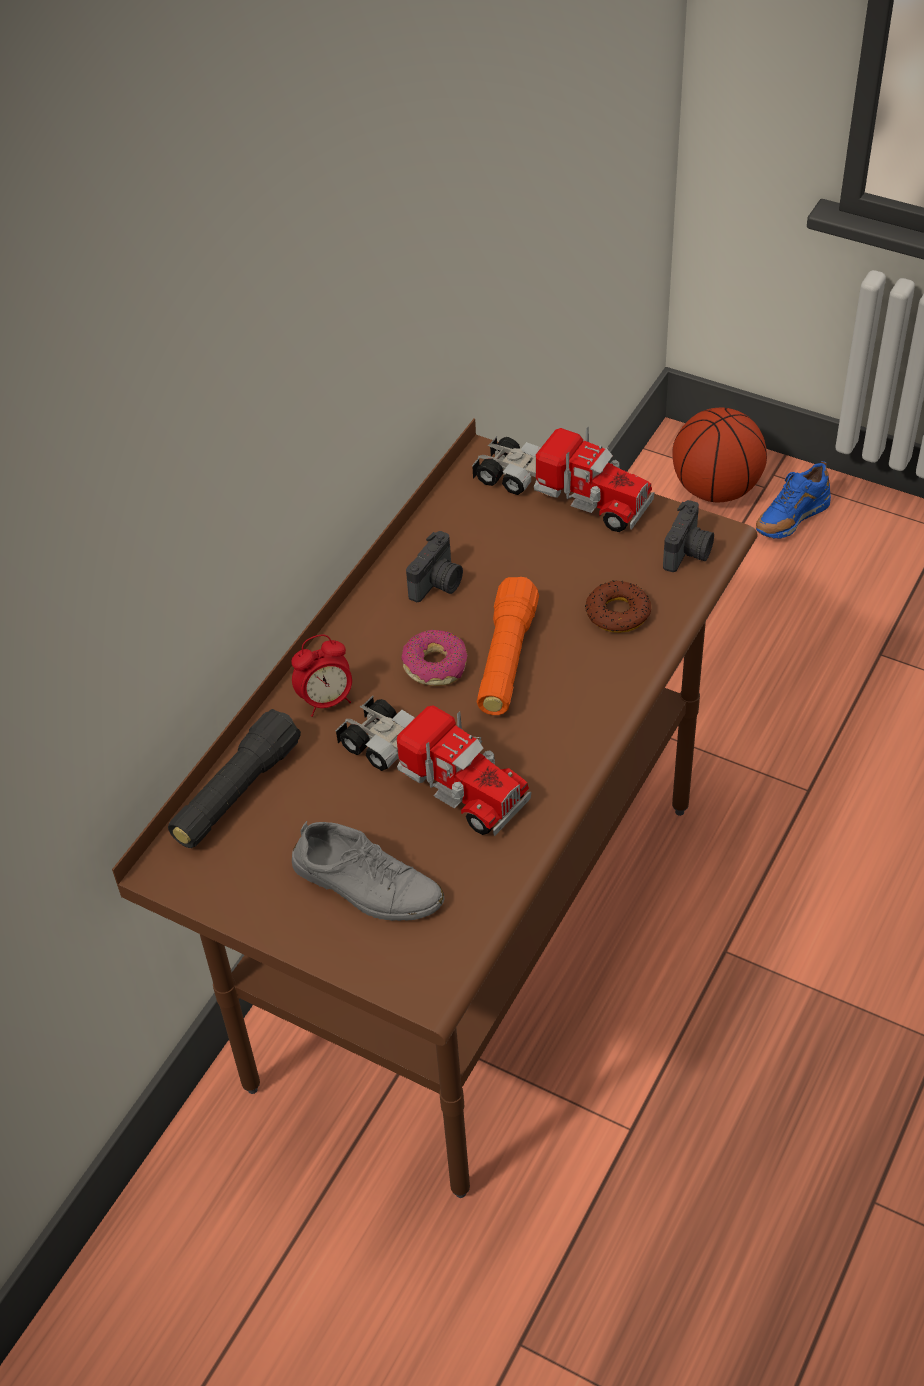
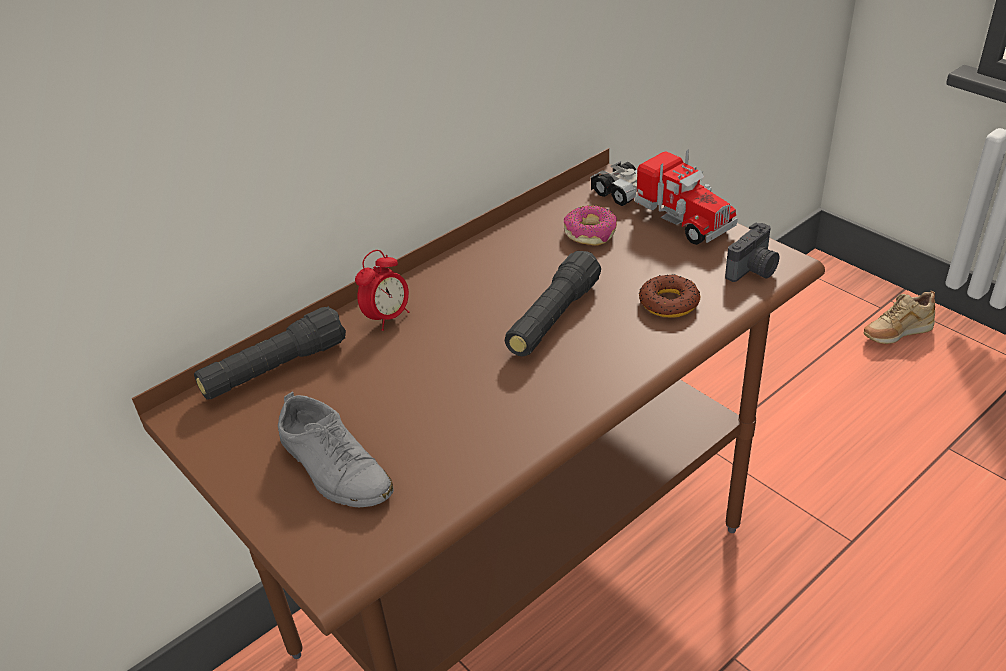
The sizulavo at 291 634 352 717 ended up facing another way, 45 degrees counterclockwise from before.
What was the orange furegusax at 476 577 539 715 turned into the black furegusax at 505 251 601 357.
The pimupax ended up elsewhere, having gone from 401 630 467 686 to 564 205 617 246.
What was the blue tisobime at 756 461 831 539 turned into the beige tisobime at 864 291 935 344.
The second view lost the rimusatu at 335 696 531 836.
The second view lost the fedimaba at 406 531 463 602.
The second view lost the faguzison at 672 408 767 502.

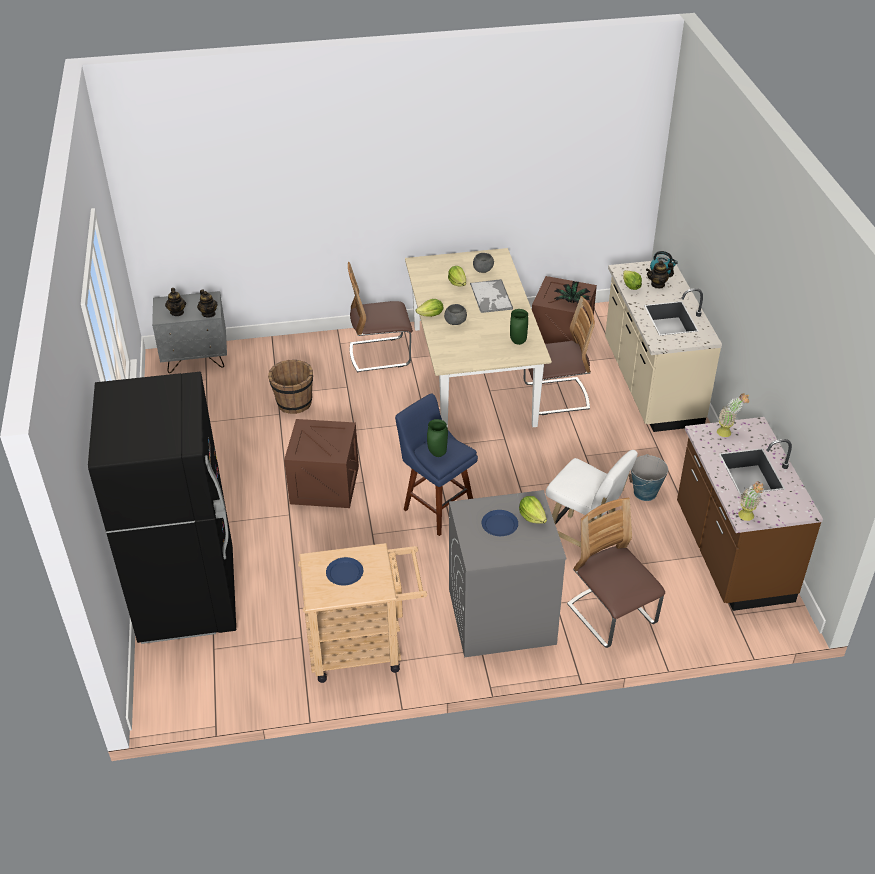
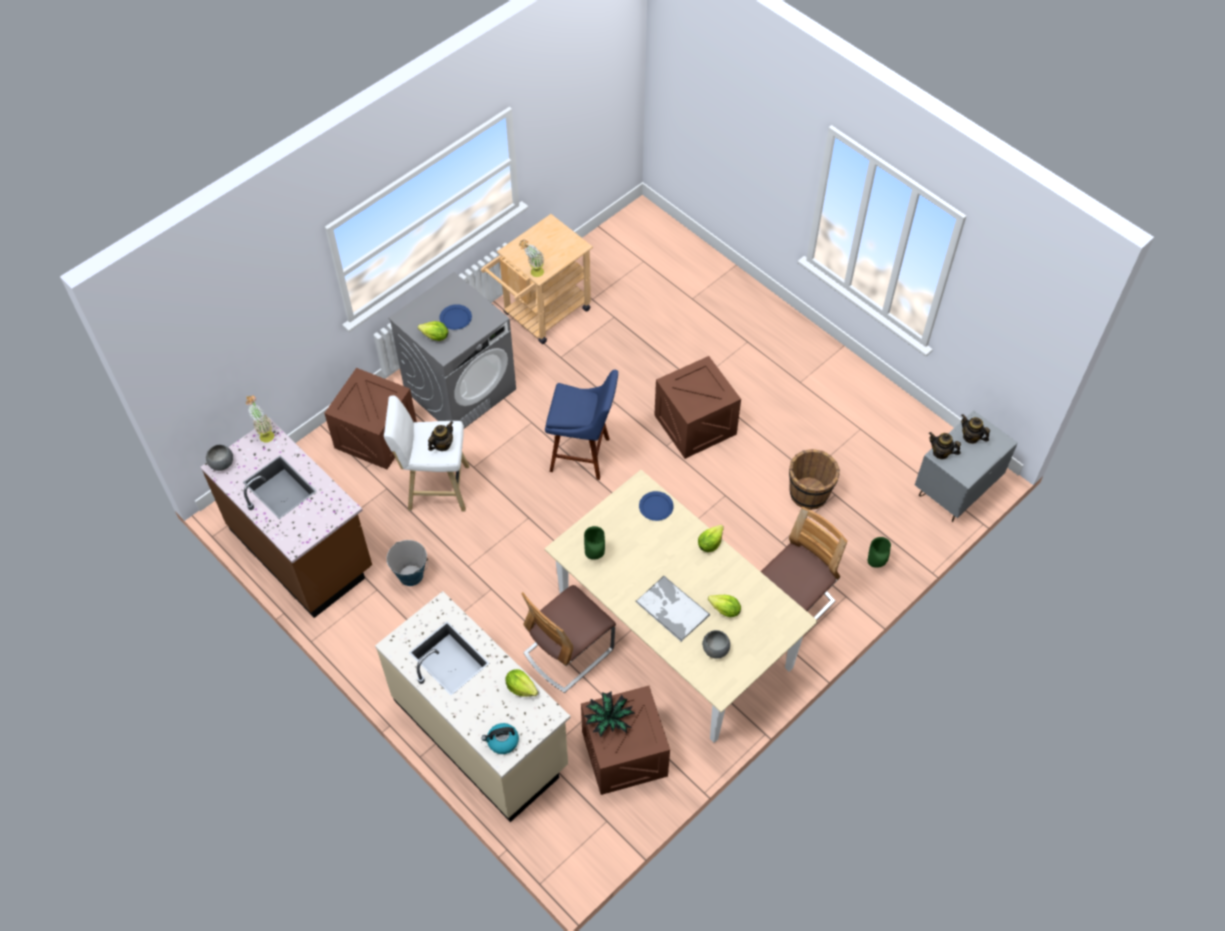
The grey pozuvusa ended up elsewhere, having gone from 444 304 467 325 to 206 445 233 471.
Where the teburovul stood at 567 497 665 648, the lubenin came to stand at 324 368 417 469.
The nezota ended up elsewhere, having gone from 646 261 674 288 to 428 421 453 451.
The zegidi ended up elsewhere, having gone from 717 393 749 437 to 519 239 544 277.
The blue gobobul ended up elsewhere, having gone from 326 557 363 586 to 639 491 674 521.
The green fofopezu ended up elsewhere, having gone from 427 419 448 457 to 868 537 891 568.
The second view lost the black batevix at 88 372 236 644.

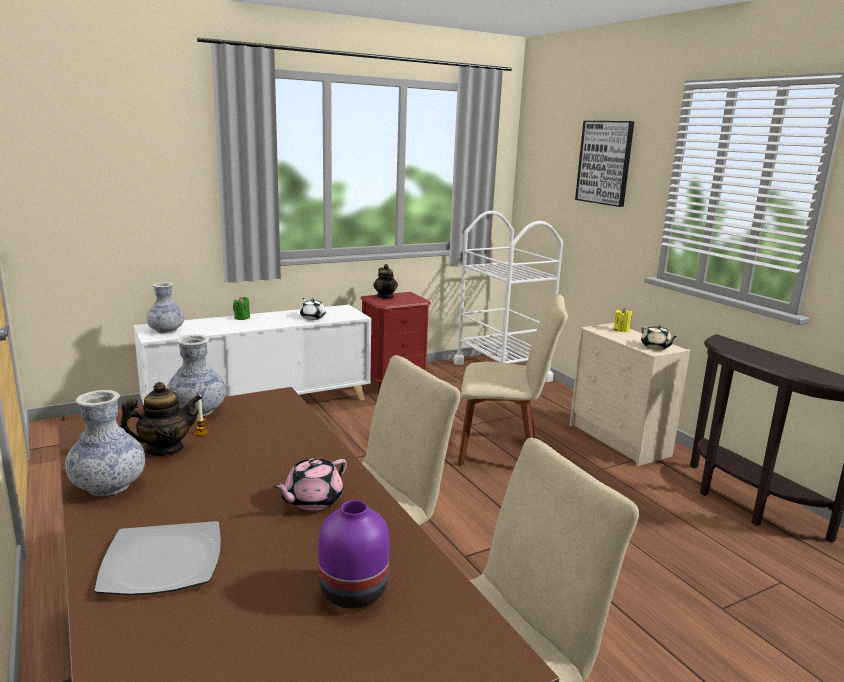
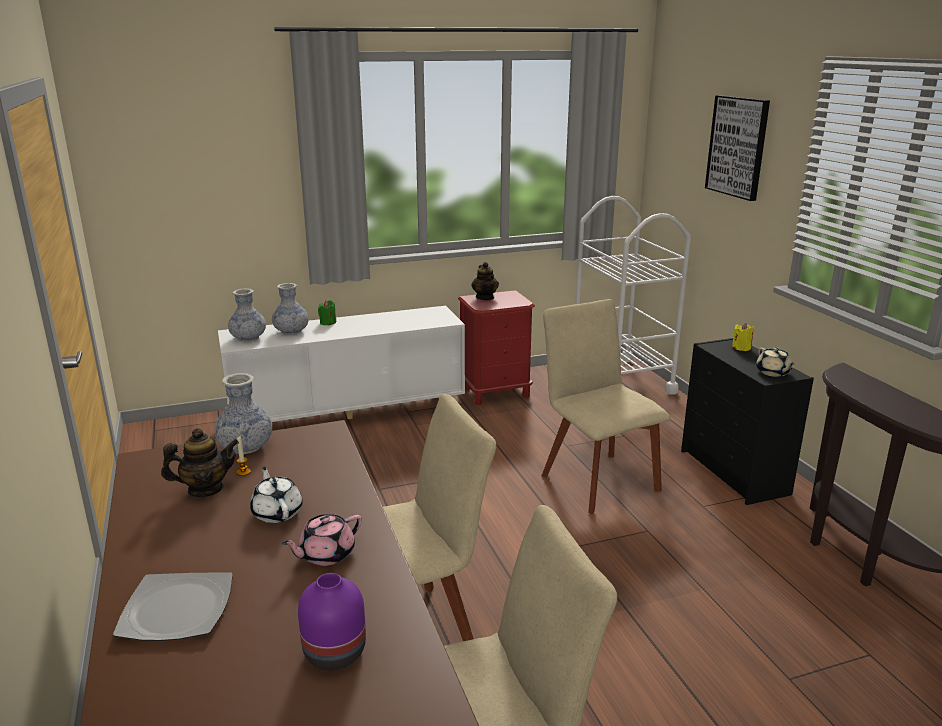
The white nezota ended up elsewhere, having gone from 300 298 326 320 to 250 467 303 523.
The fofopezu ended up elsewhere, having gone from 65 390 145 496 to 272 283 308 335.
The beige teburovul at 458 294 568 466 ended up facing another way, 135 degrees counterclockwise from before.
What was the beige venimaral at 570 323 690 466 turned into the black venimaral at 681 338 814 505.

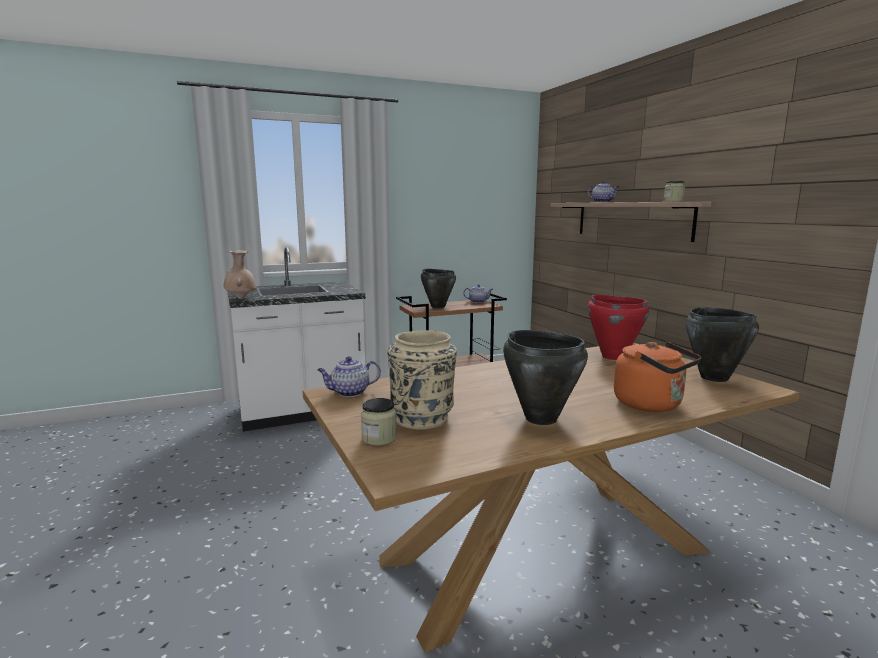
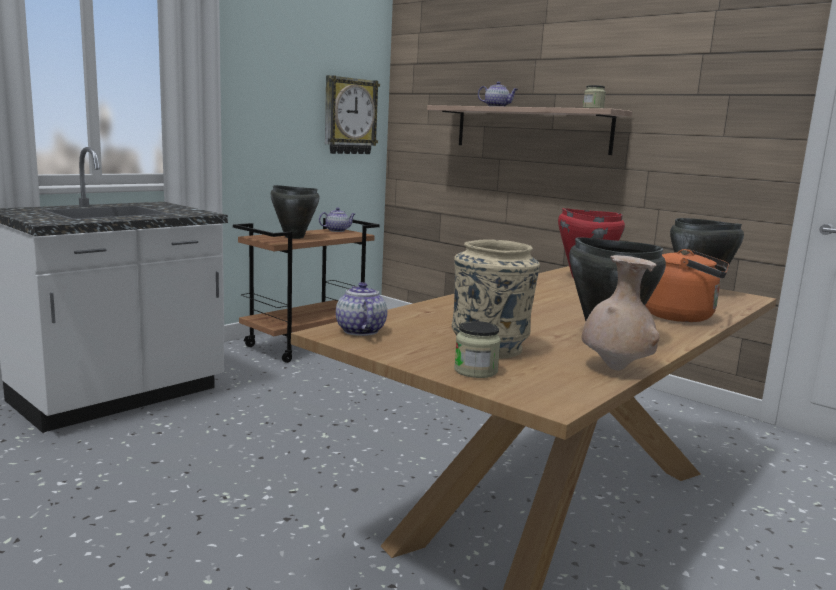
The second view gained the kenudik at 325 75 380 154.
The nezota at 317 356 381 397 ended up facing another way, 120 degrees clockwise from before.
The beige fofopezu ended up elsewhere, having gone from 224 250 256 299 to 582 255 659 371.

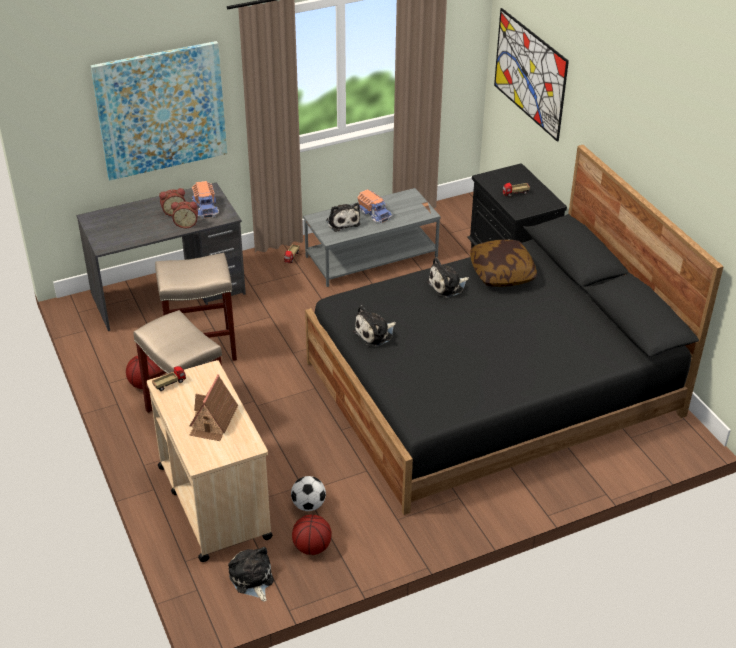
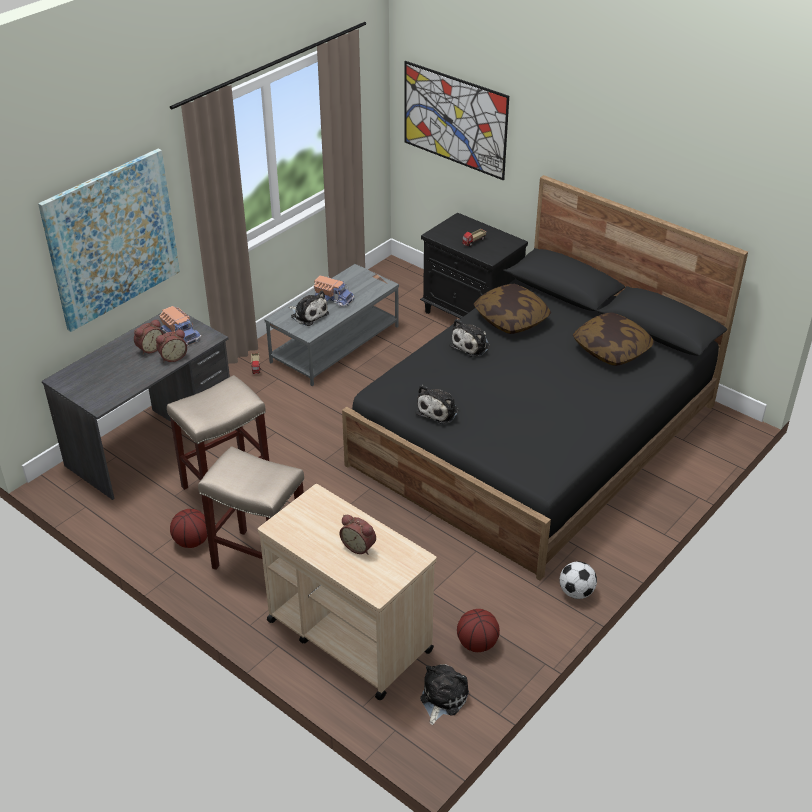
Where the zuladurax stood at 189 374 238 441, the sizulavo came to stand at 339 515 376 554.
The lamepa at 228 547 274 602 ended up facing another way, 75 degrees clockwise from before.
The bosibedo ended up elsewhere, having gone from 291 476 326 511 to 559 561 597 599.
The second view gained the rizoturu at 573 312 654 366.
The second view lost the rimusatu at 152 366 186 391.

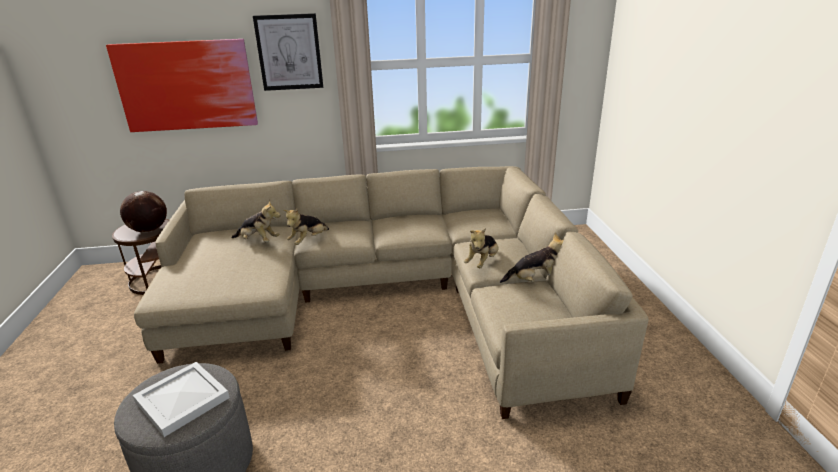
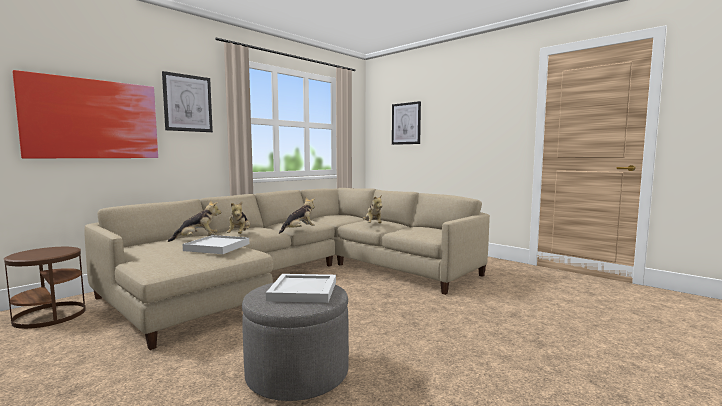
The second view gained the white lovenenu at 182 235 249 254.
The lamepa ended up elsewhere, having gone from 500 233 564 283 to 279 198 315 234.
The second view gained the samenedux at 392 101 421 145.
The second view lost the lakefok at 120 191 167 233.

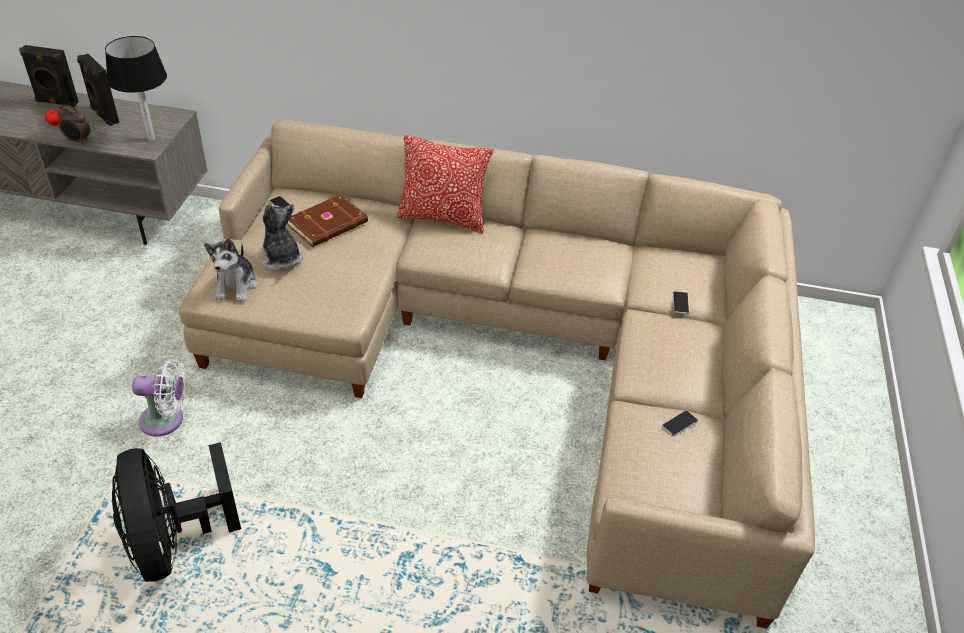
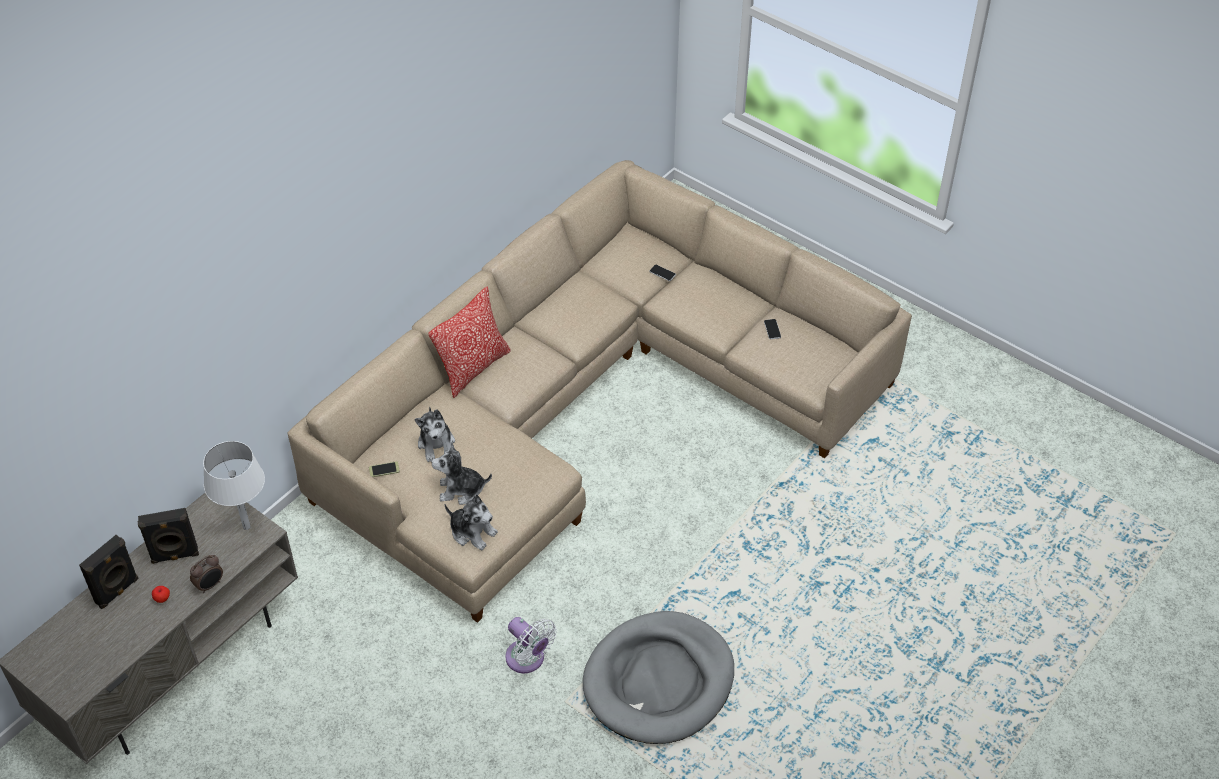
What was the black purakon at 105 36 167 141 turned into the white purakon at 203 441 265 530.
Where the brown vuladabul stood at 287 194 368 247, the lamepa came to stand at 414 407 455 462.
The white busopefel at 132 358 187 437 ended up facing another way, 105 degrees clockwise from before.
Where the black busopefel stood at 112 442 241 582, the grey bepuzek came to stand at 583 611 734 744.

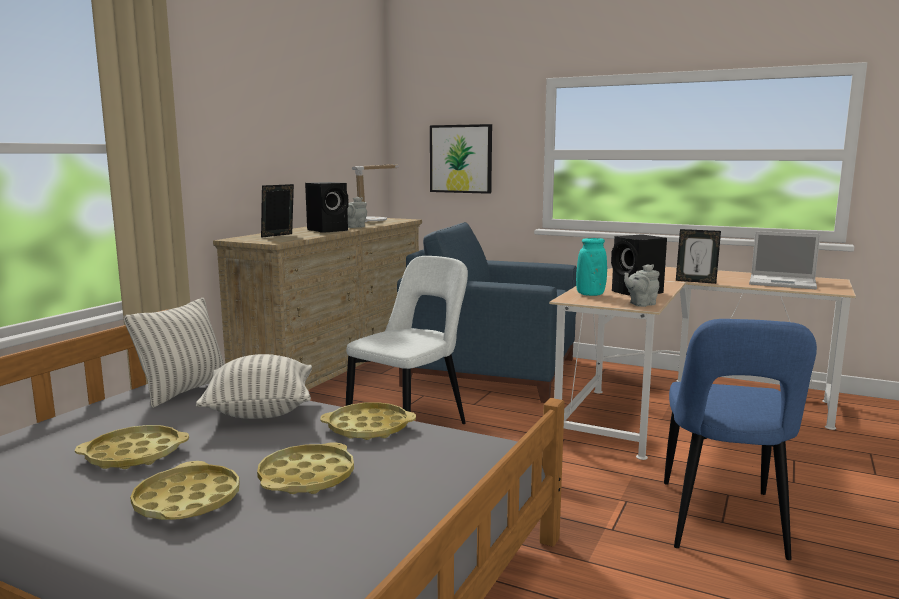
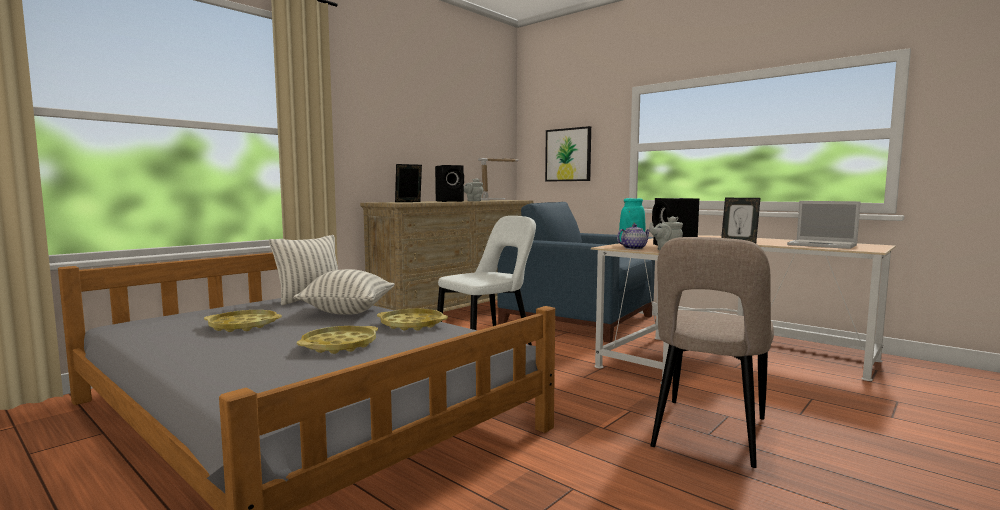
The second view gained the nezota at 617 224 650 250.
What was the blue teburovul at 664 319 817 560 turned into the beige teburovul at 650 237 774 468.
The second view lost the yellow lovenenu at 130 461 240 520.

